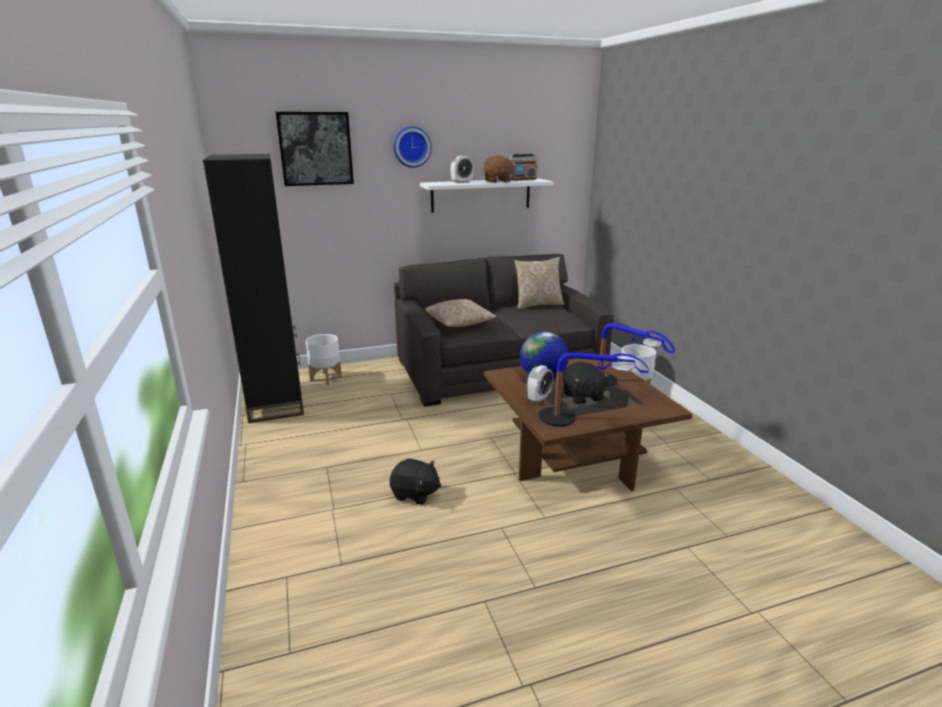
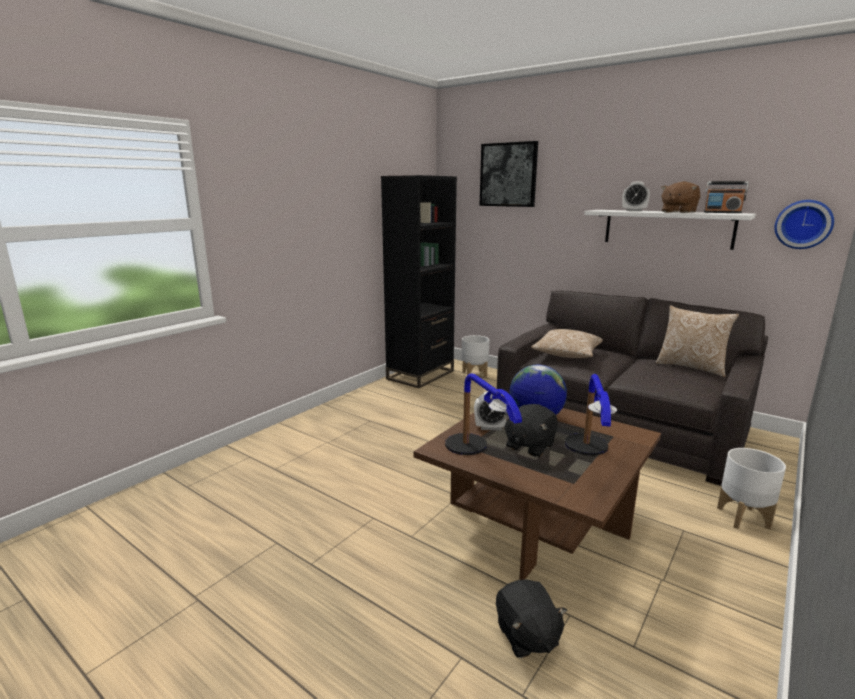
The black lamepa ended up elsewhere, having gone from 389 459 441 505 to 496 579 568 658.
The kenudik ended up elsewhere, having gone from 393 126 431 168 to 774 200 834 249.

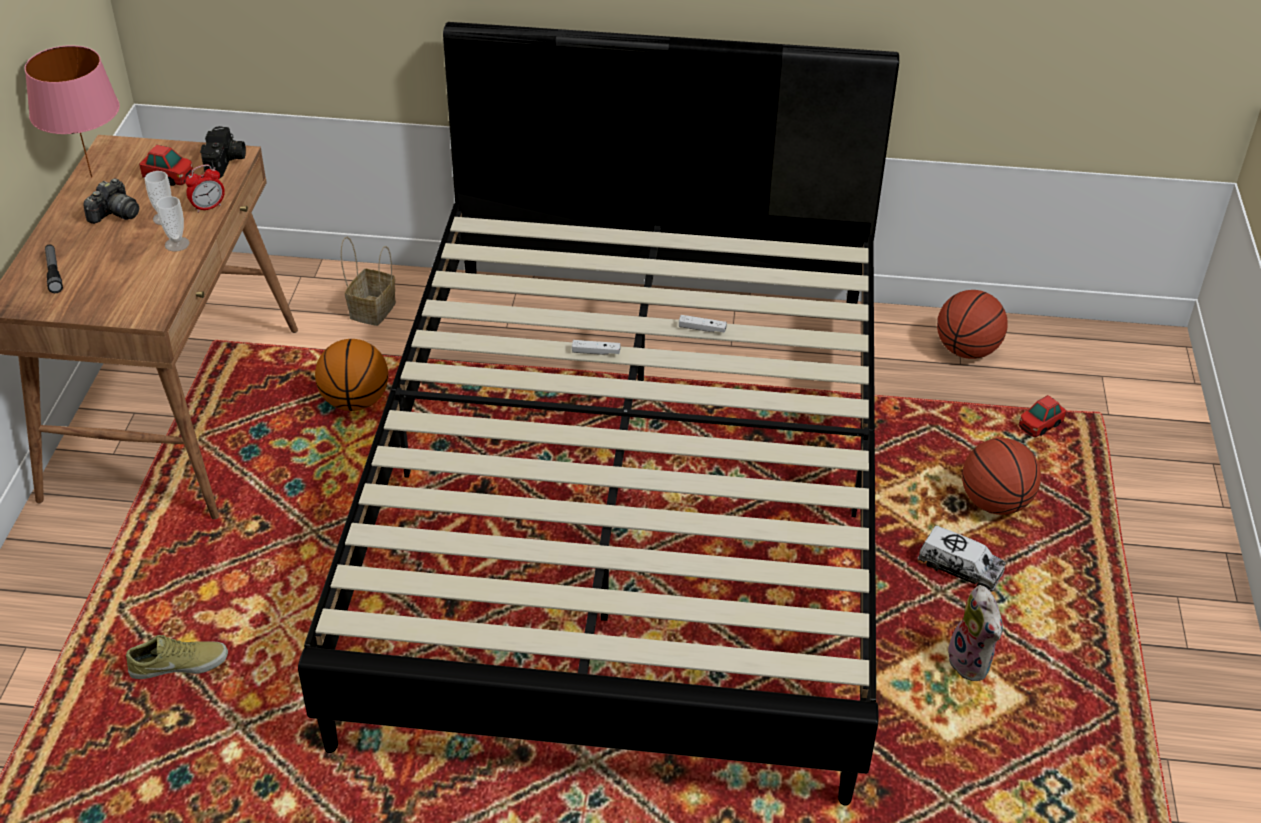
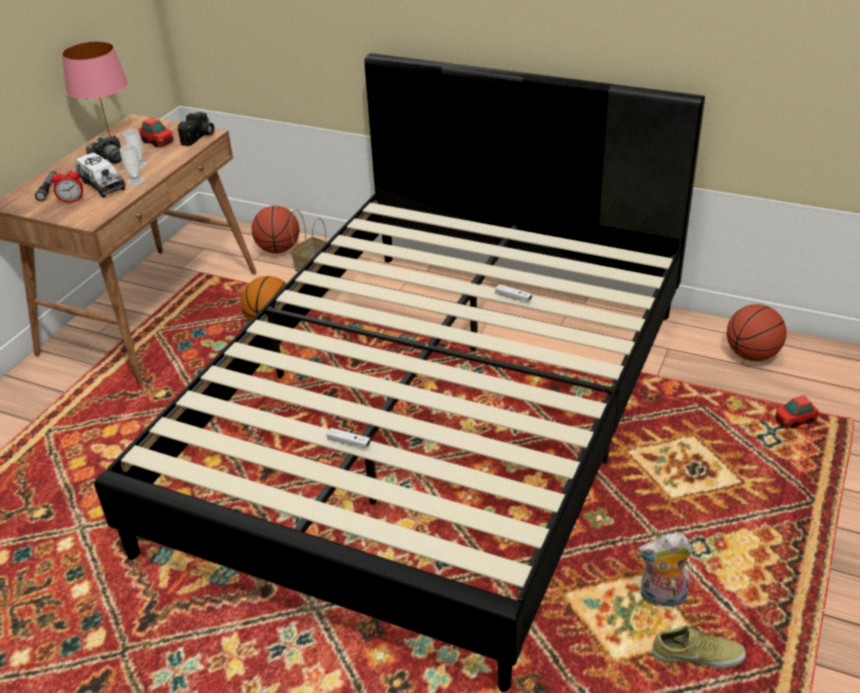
The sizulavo ended up elsewhere, having gone from 185 165 225 213 to 51 167 83 204.
The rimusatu ended up elsewhere, having gone from 917 526 1006 591 to 75 153 126 197.
The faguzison ended up elsewhere, having gone from 962 438 1041 515 to 252 206 299 253.
The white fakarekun ended up elsewhere, having gone from 572 340 620 355 to 326 428 371 448.
The lamepa at 948 585 1003 681 ended up facing another way, 90 degrees clockwise from before.
The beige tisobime ended up elsewhere, having gone from 126 635 228 679 to 652 625 746 669.

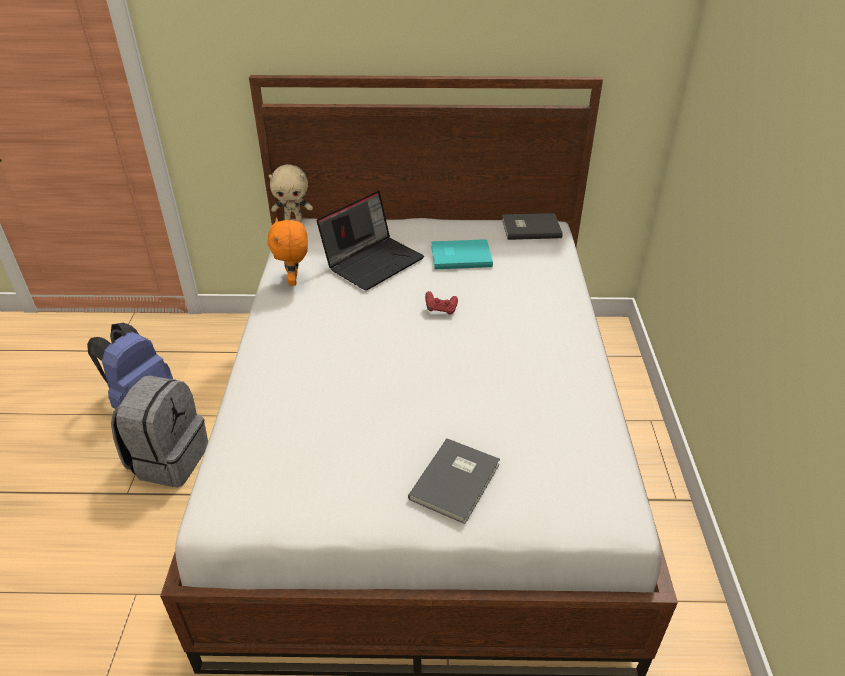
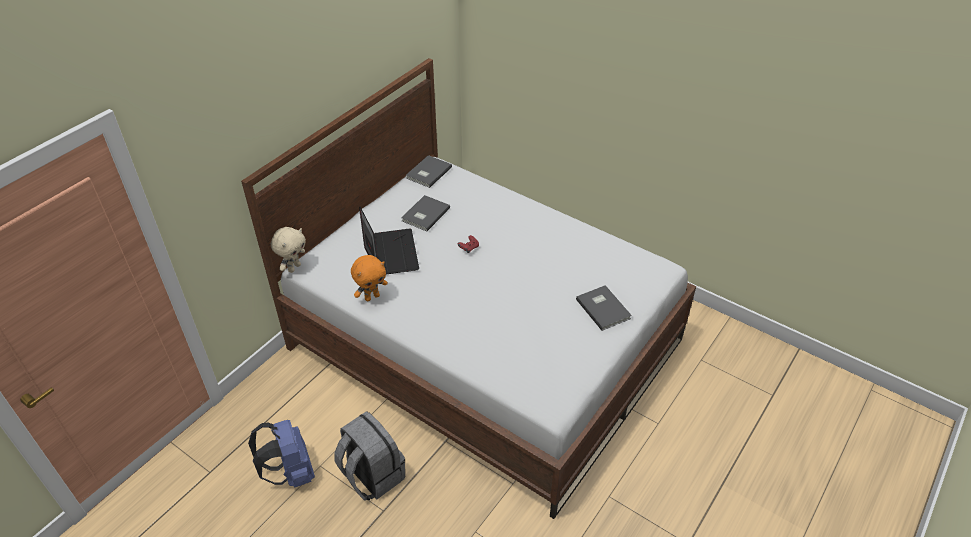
The orange lamepa at 268 218 308 286 ended up facing another way, 60 degrees counterclockwise from before.
What was the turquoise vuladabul at 431 239 493 269 turned into the grey vuladabul at 401 195 450 231.

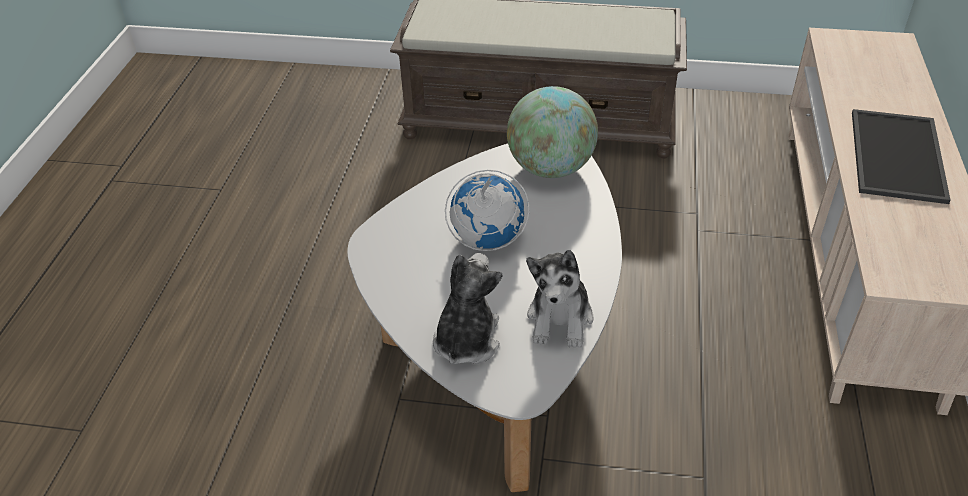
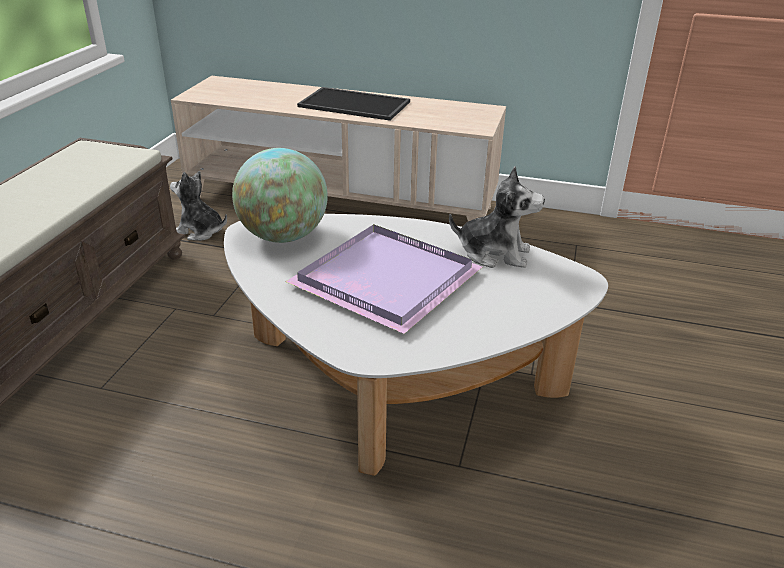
The lamepa ended up elsewhere, having gone from 433 253 502 364 to 170 171 227 241.
Where the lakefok stood at 445 170 530 251, the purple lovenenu came to stand at 286 224 482 334.

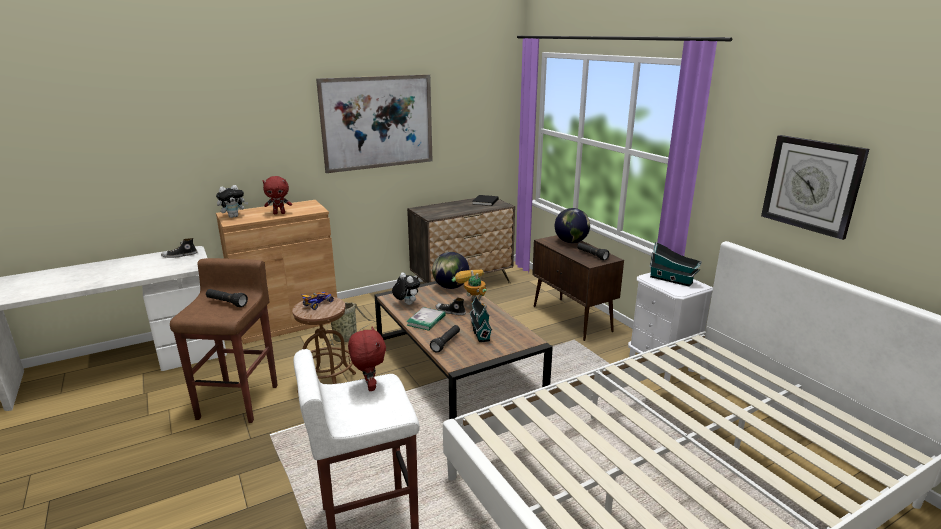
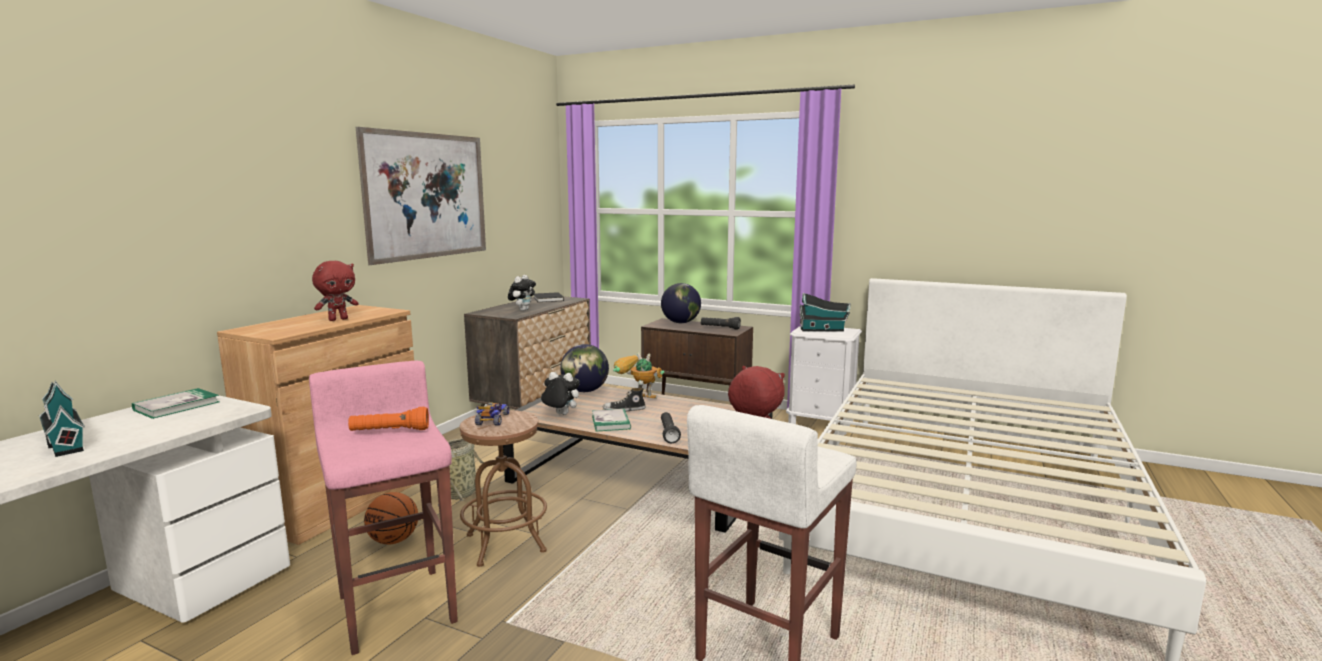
The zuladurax ended up elsewhere, having gone from 469 297 492 342 to 39 381 85 457.
Where the tisobime stood at 161 238 198 258, the vuladabul came to stand at 132 388 219 419.
What was the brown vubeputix at 170 258 278 423 turned into the pink vubeputix at 309 361 458 655.
What was the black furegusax at 206 289 248 307 turned into the orange furegusax at 348 407 429 431.
The second view gained the faguzison at 364 492 418 545.
The lamepa ended up elsewhere, having gone from 216 185 248 218 to 508 275 536 311.
The second view lost the kenudik at 761 135 869 240.

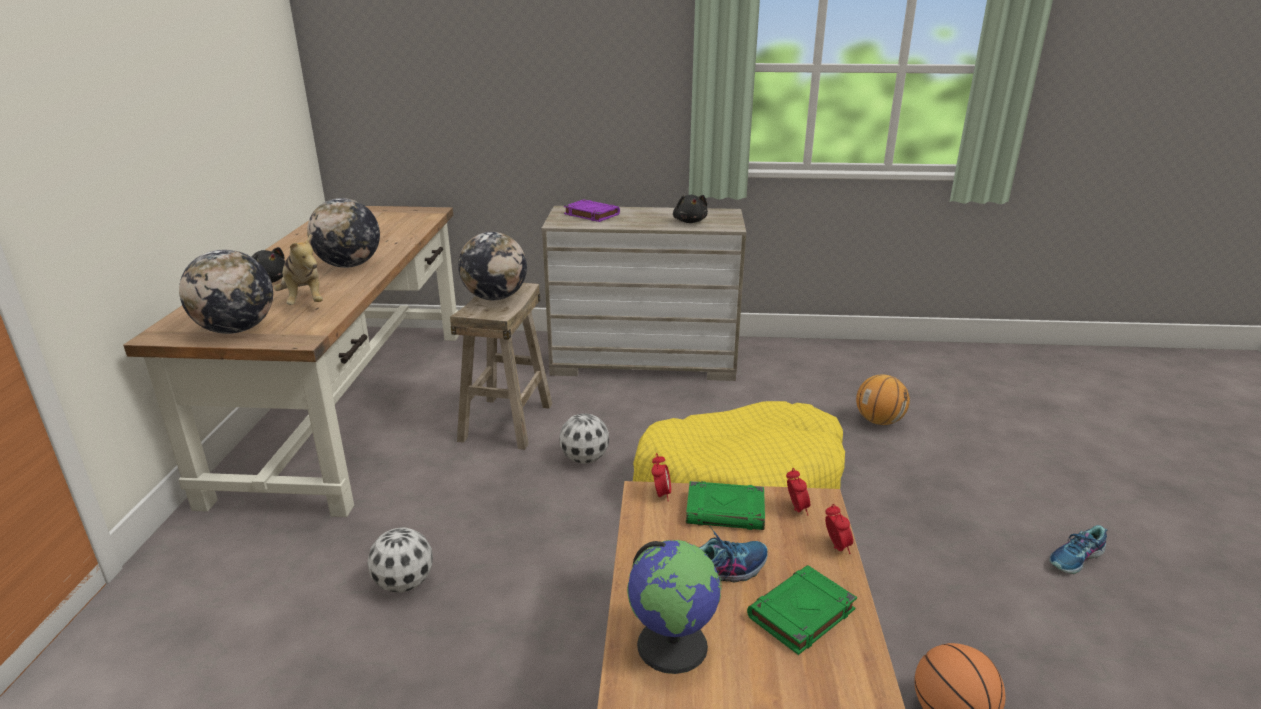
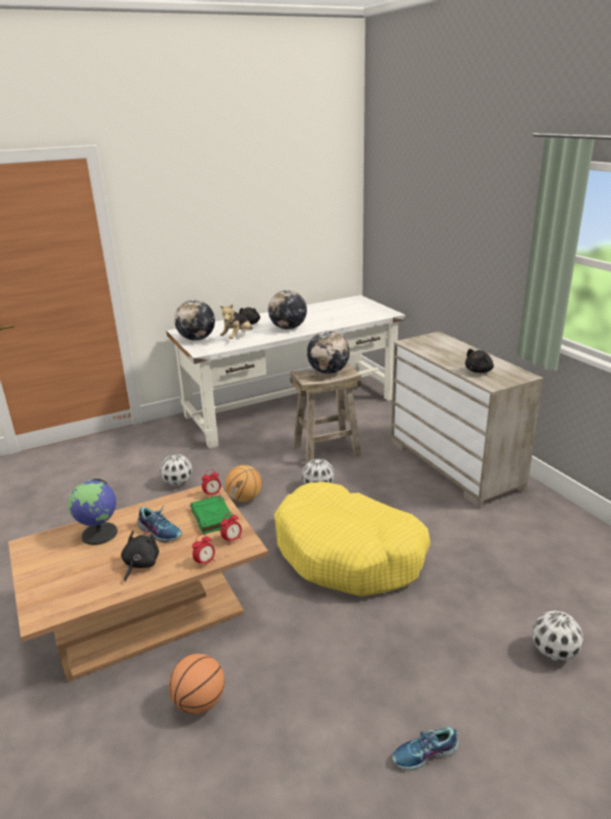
Where the green vuladabul stood at 747 565 857 655, the black lamepa came to stand at 121 529 159 582.
What was the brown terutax at 123 206 459 517 turned into the white terutax at 166 295 405 449.
The faguzison ended up elsewhere, having gone from 856 374 910 425 to 225 465 262 502.
The tisobime at 1049 525 1108 574 ended up facing another way, 45 degrees counterclockwise from before.
The second view gained the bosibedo at 532 611 583 661.
The second view lost the purple vuladabul at 564 199 620 222.

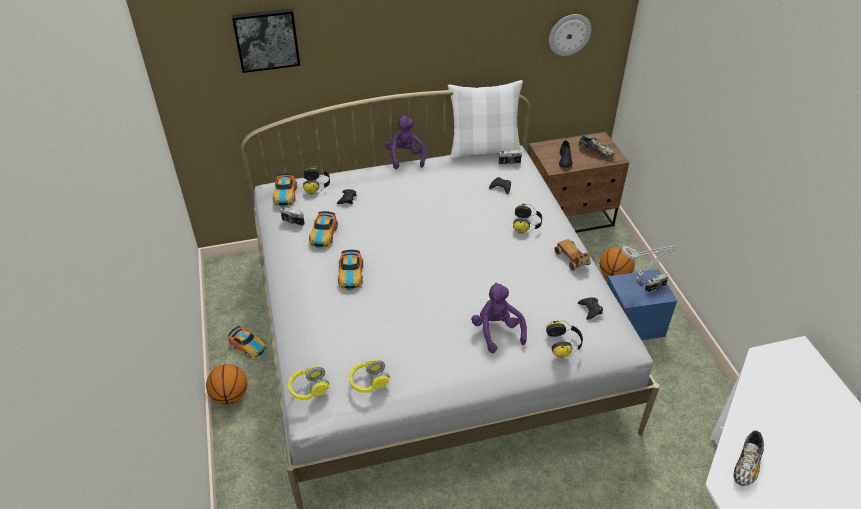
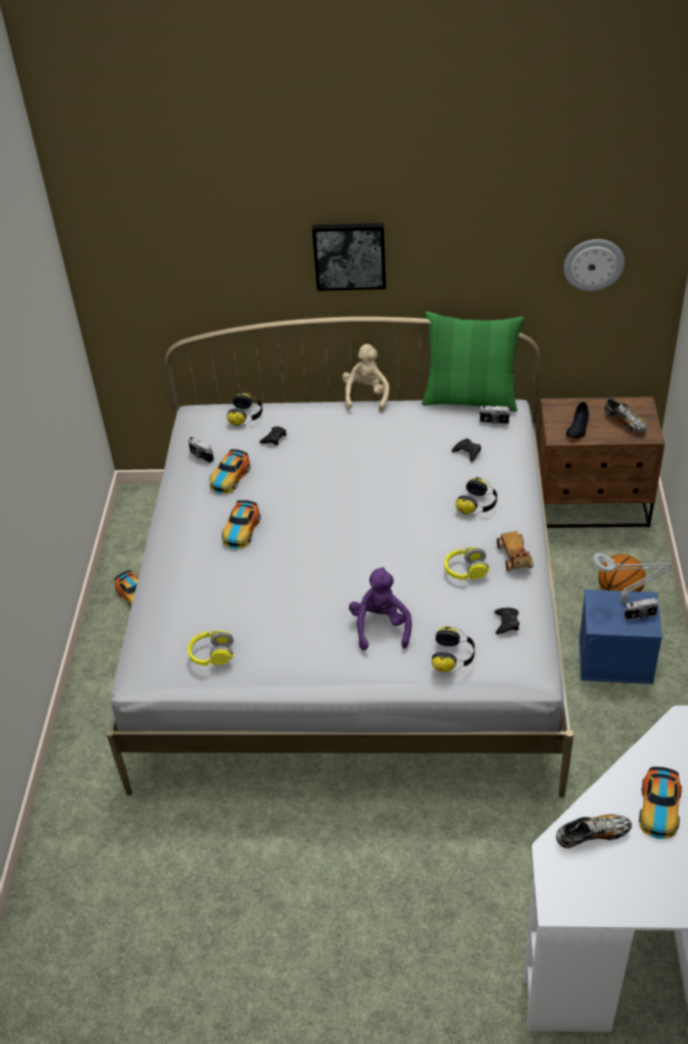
The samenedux ended up elsewhere, having gone from 232 8 300 73 to 312 223 386 291.
What was the purple lamepa at 385 116 426 169 turned into the beige lamepa at 342 344 389 412.
What was the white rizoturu at 448 80 523 159 turned into the green rizoturu at 422 311 524 412.
The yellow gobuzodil ended up elsewhere, having gone from 288 366 331 400 to 444 547 491 580.
The tisobime at 733 430 764 486 ended up facing another way, 150 degrees counterclockwise from before.
The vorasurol ended up elsewhere, having gone from 273 173 297 207 to 639 767 682 839.
The second view lost the faguzison at 206 364 247 405.

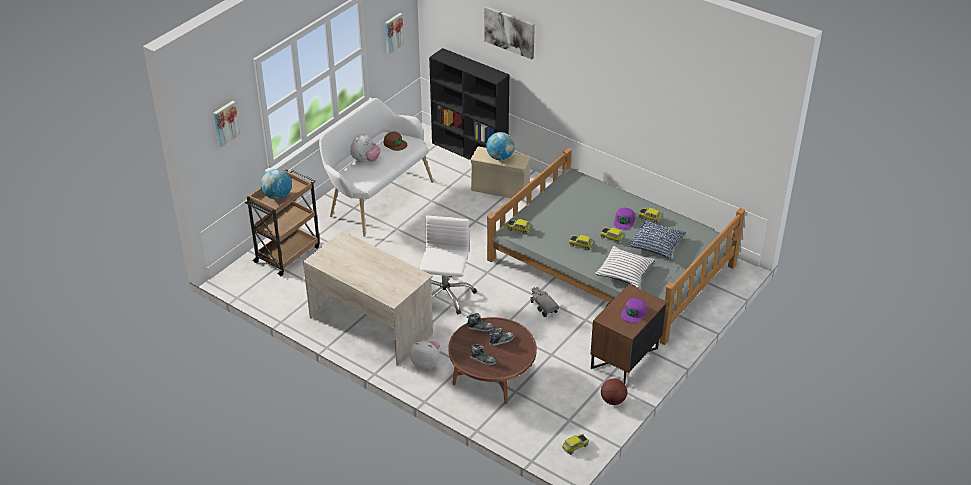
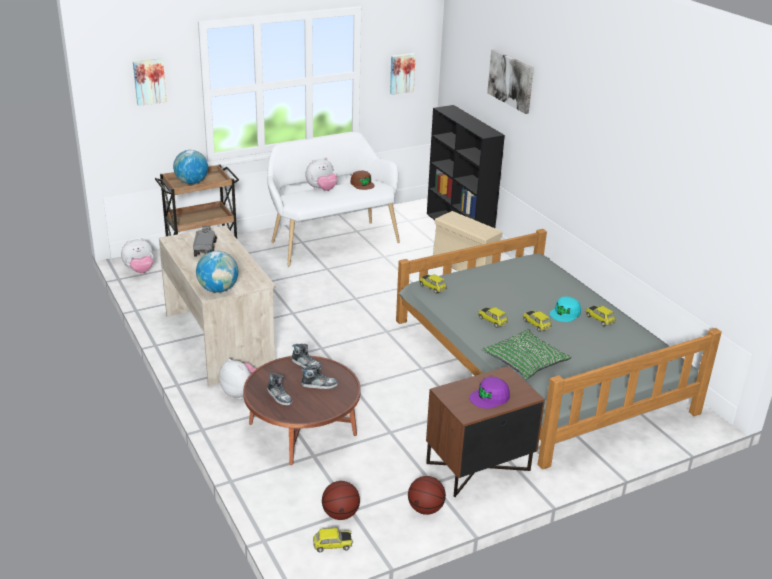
The second view gained the lamepa at 121 238 153 273.
The rimusatu ended up elsewhere, having gone from 531 287 559 317 to 193 225 217 257.
The lakefok ended up elsewhere, having gone from 486 132 515 160 to 196 251 238 293.
The second view gained the faguzison at 322 481 360 520.
What was the white rizoturu at 595 246 655 288 turned into the green rizoturu at 482 329 572 380.
What was the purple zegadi at 614 208 635 229 turned into the turquoise zegadi at 550 296 581 322.
The second view lost the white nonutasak at 419 215 477 315.
The second view lost the blue rizoturu at 628 219 686 259.

